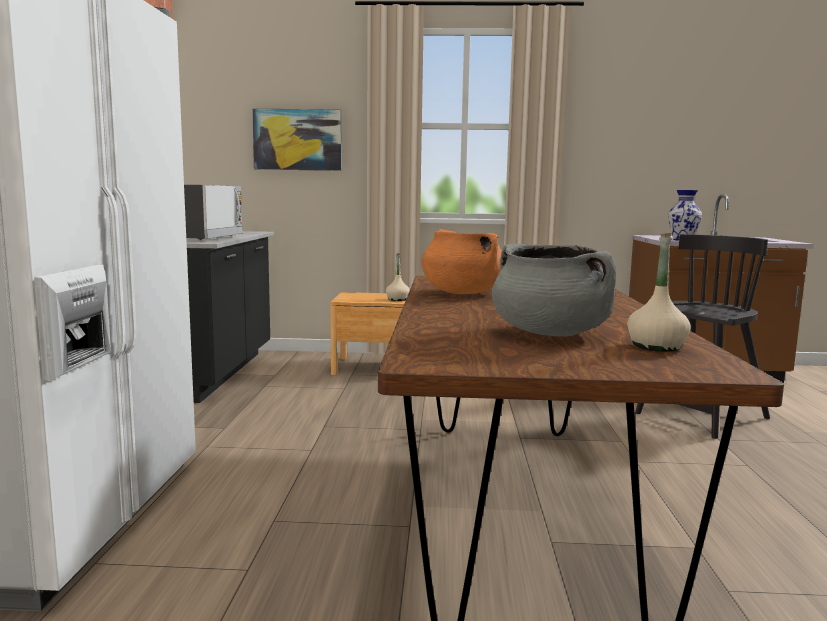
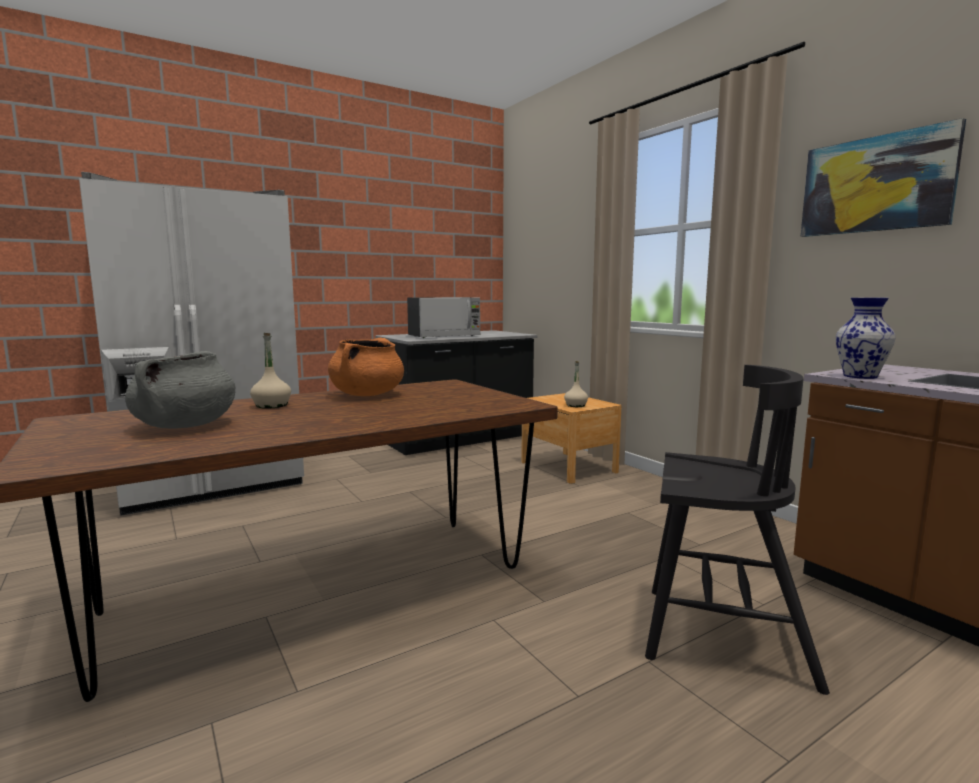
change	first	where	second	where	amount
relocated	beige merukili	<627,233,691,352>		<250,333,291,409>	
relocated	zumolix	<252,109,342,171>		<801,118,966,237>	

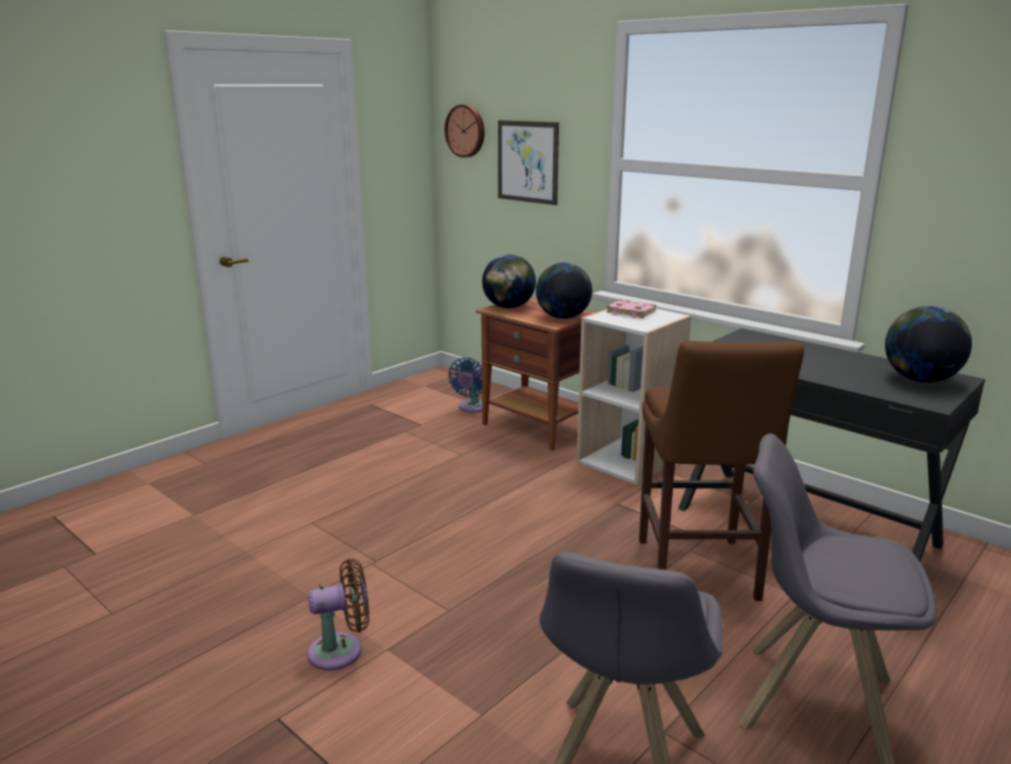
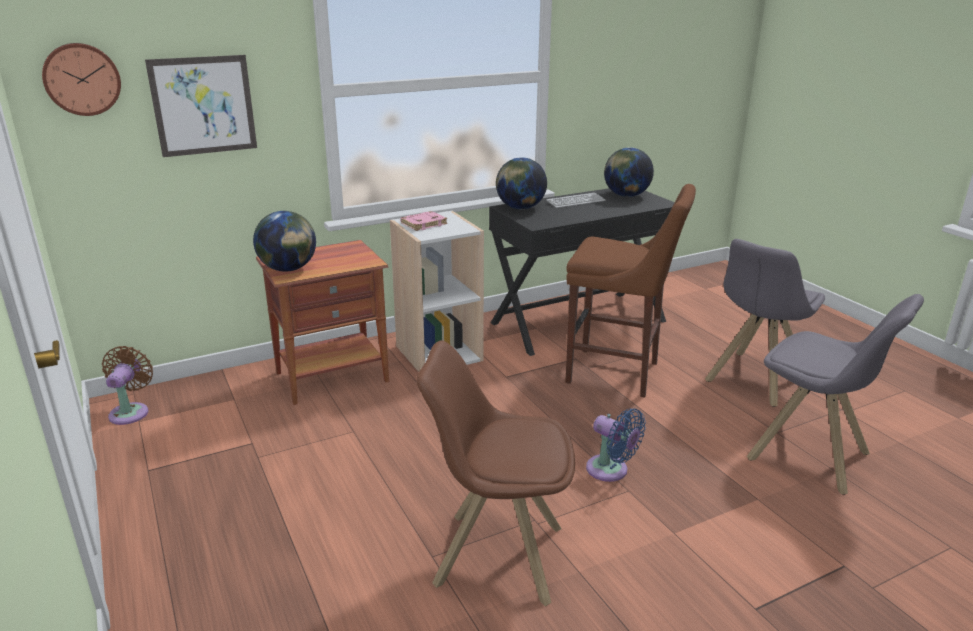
change	first	where	second	where	amount
relocated	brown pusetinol	<307,558,369,671>		<102,346,153,425>	
appeared			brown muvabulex	<416,341,575,606>	
relocated	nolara	<536,262,592,319>		<496,157,547,209>	
appeared			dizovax	<546,193,605,208>	
relocated	blue pusetinol	<448,358,482,412>		<586,408,646,482>	

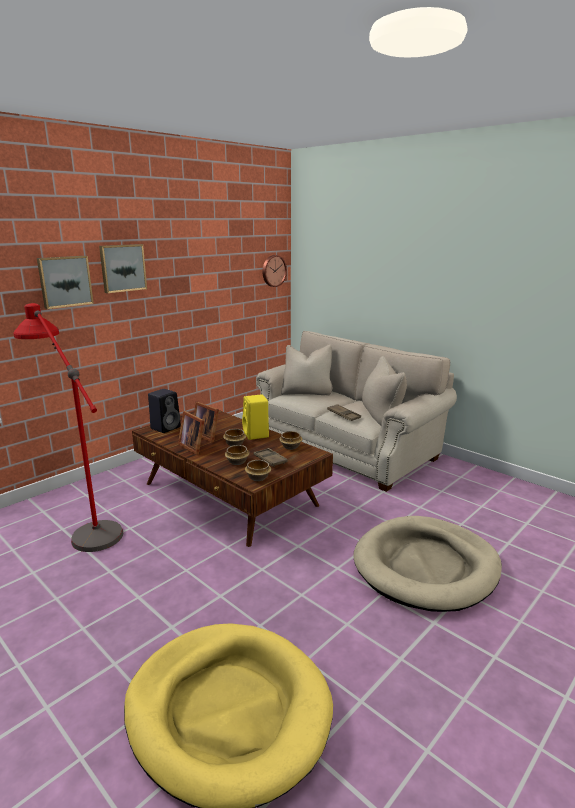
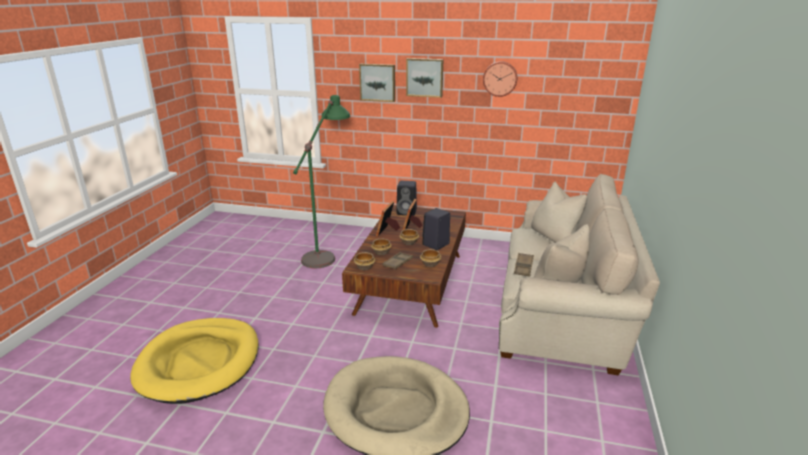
change	first	where	second	where	amount
colour	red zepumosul	<13,303,123,552>	green zepumosul	<293,95,350,268>	
colour	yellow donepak	<242,394,269,440>	black donepak	<422,208,450,250>	
relocated	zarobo	<262,255,287,287>		<483,61,517,97>	

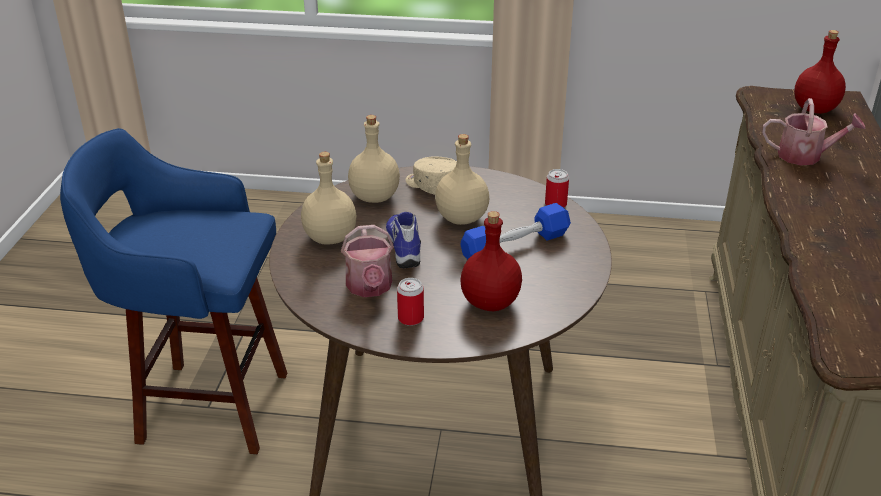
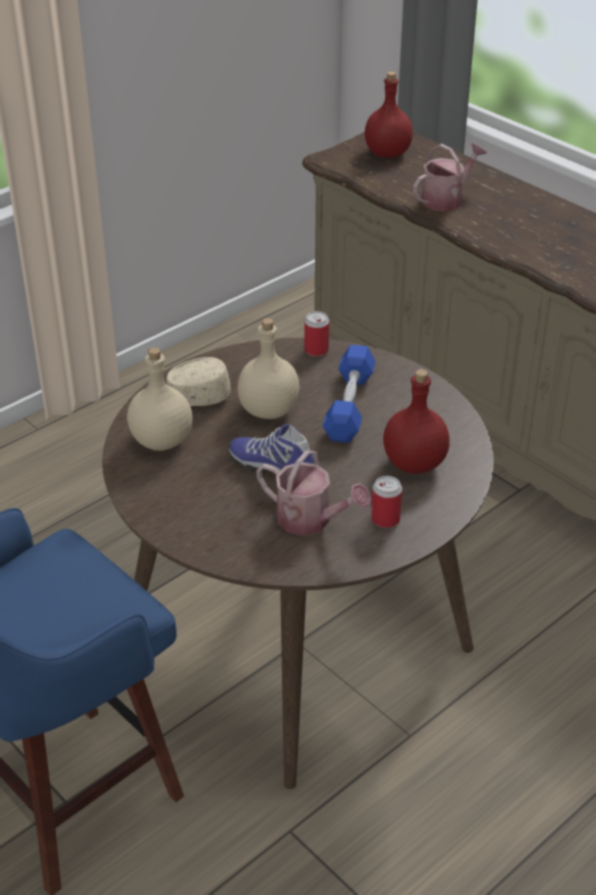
change	first	where	second	where	amount
missing	beige merukili	<301,152,357,245>			

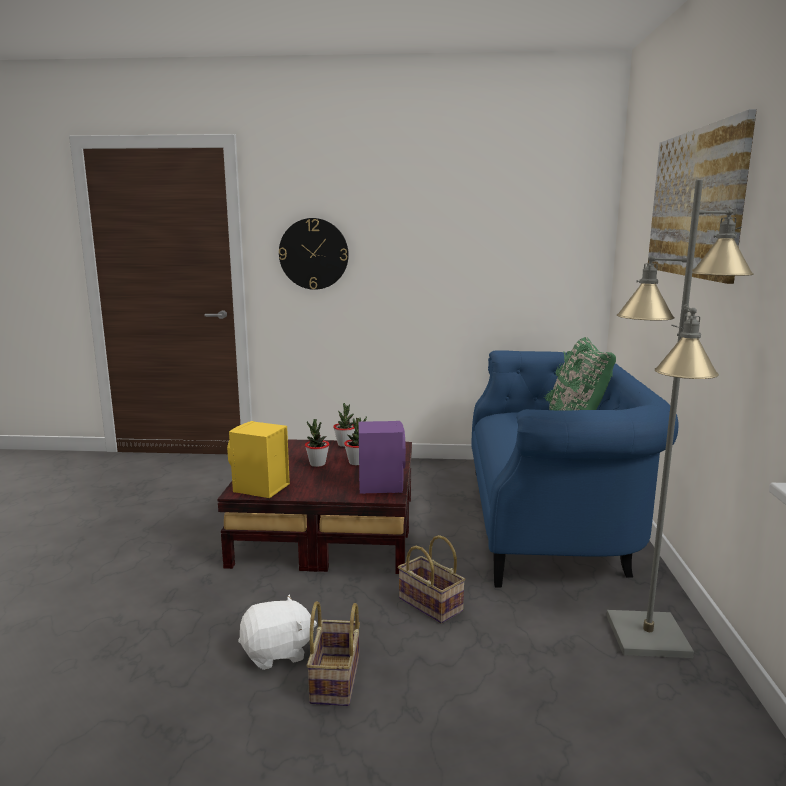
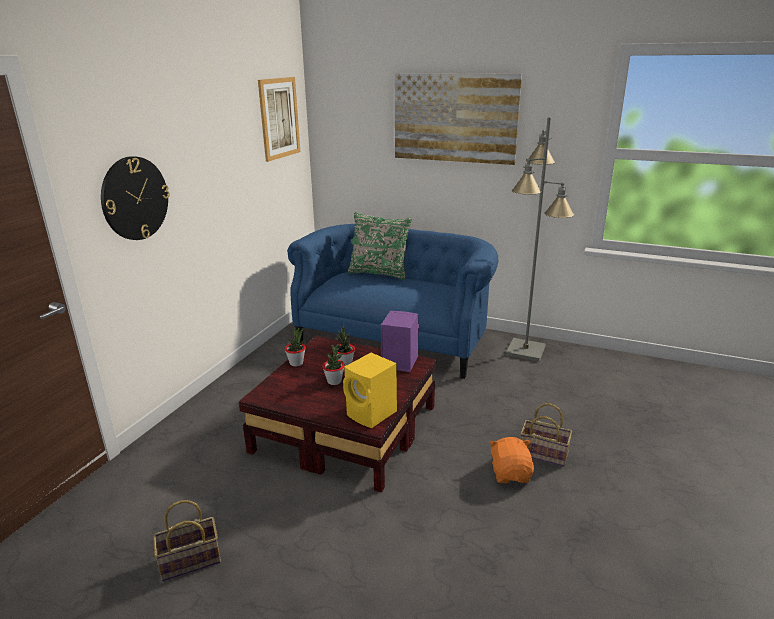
change	first	where	second	where	amount
relocated	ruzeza	<398,535,465,624>		<153,500,221,581>	
appeared			zumolix	<258,77,300,162>	
colour	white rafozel	<238,594,317,670>	orange rafozel	<489,437,534,483>	

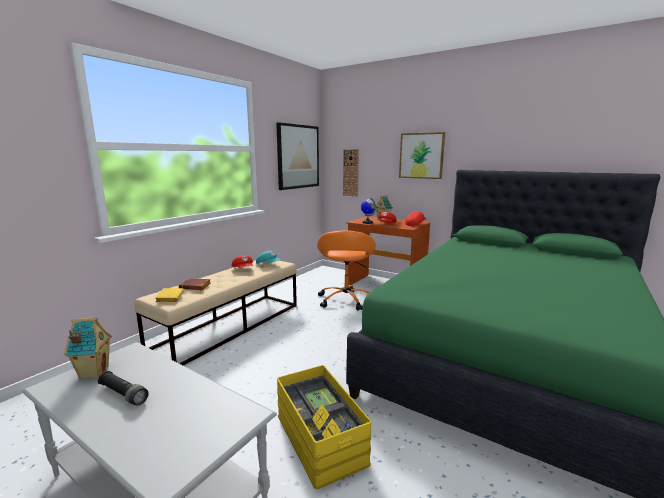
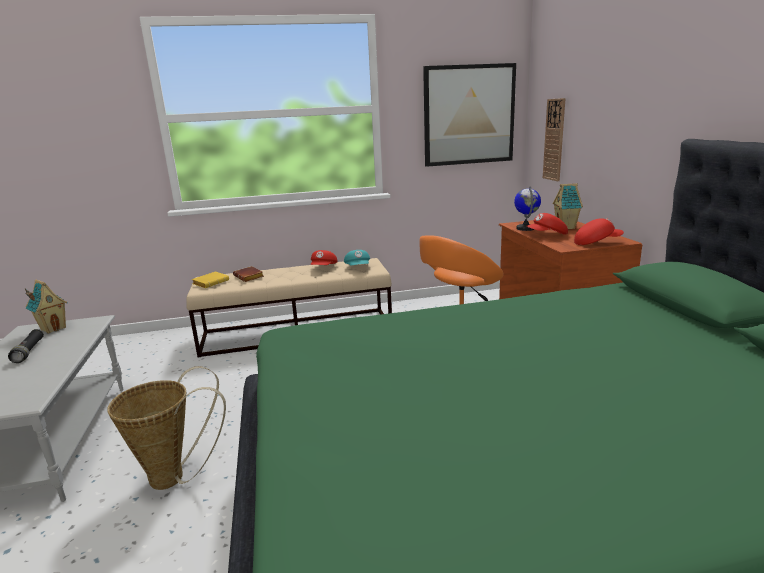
change	first	where	second	where	amount
exchanged	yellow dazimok	<277,365,371,489>	ruzeza	<107,366,226,490>	
missing	zumolix	<399,132,445,179>			

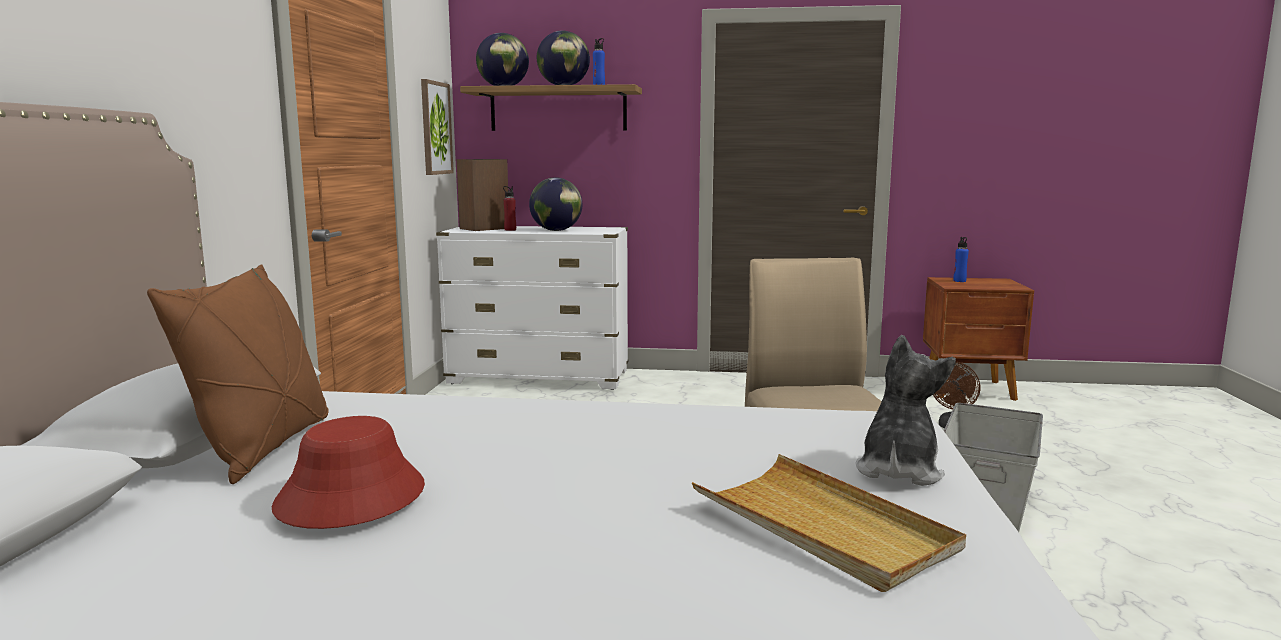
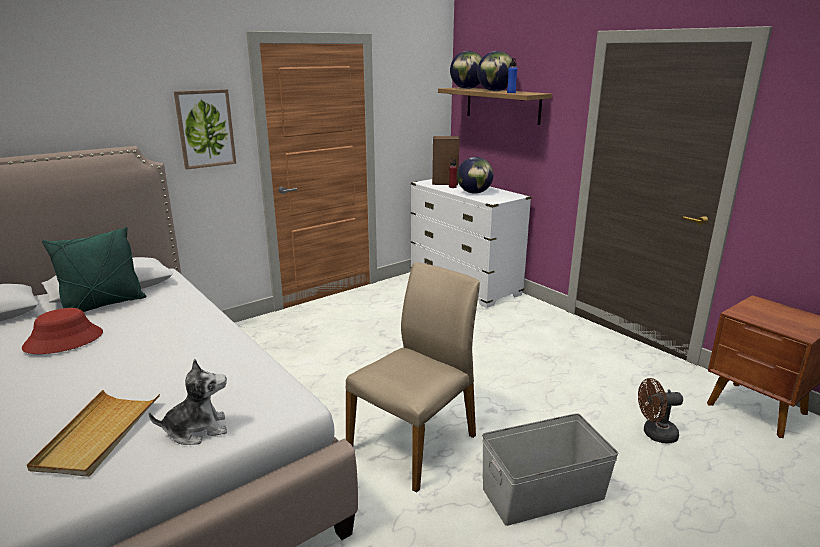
change	first	where	second	where	amount
colour	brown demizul	<147,264,329,484>	green demizul	<42,227,146,312>	
relocated	zumolix	<421,79,454,175>		<174,89,236,170>	
missing	blue merukili	<953,237,969,282>			

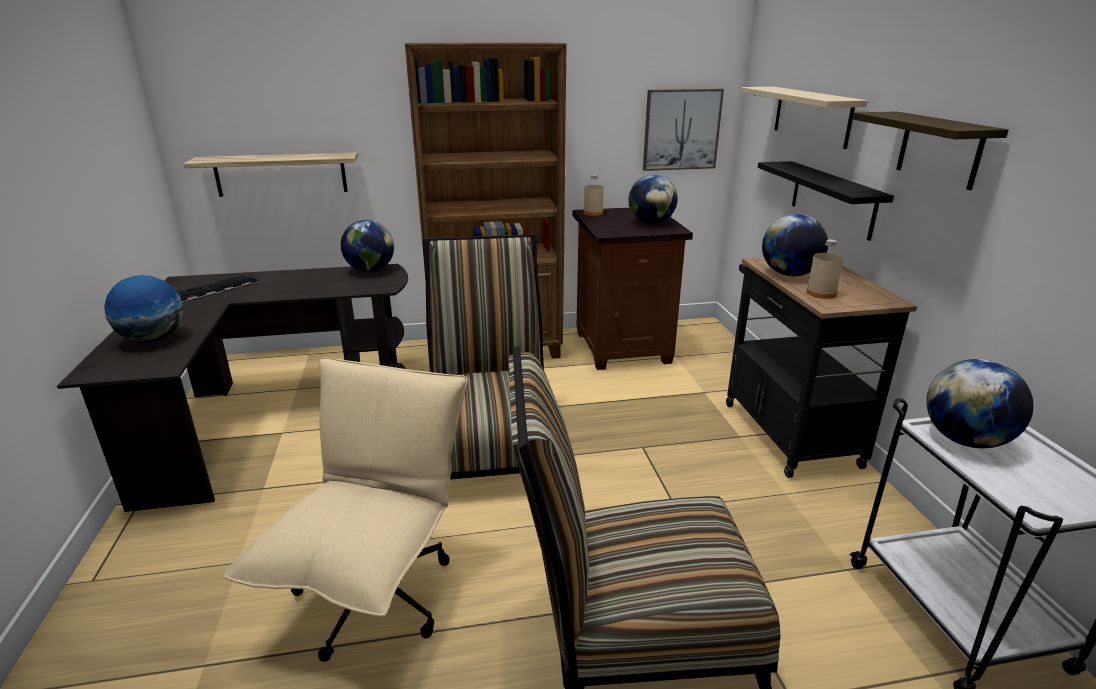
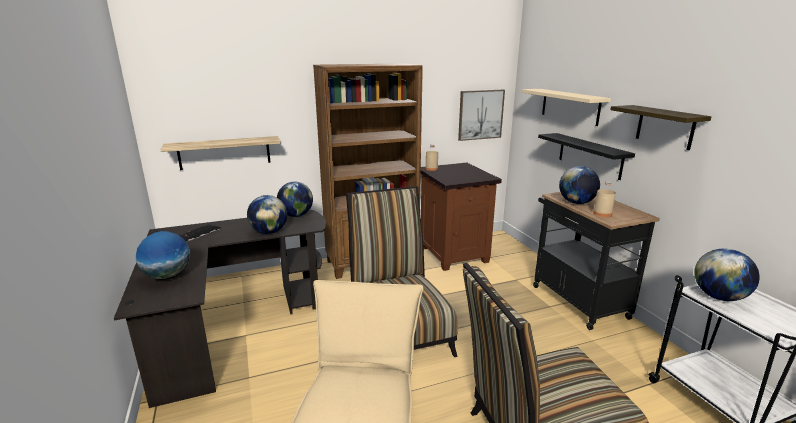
change	first	where	second	where	amount
relocated	nolara	<629,175,678,224>		<247,195,287,234>	

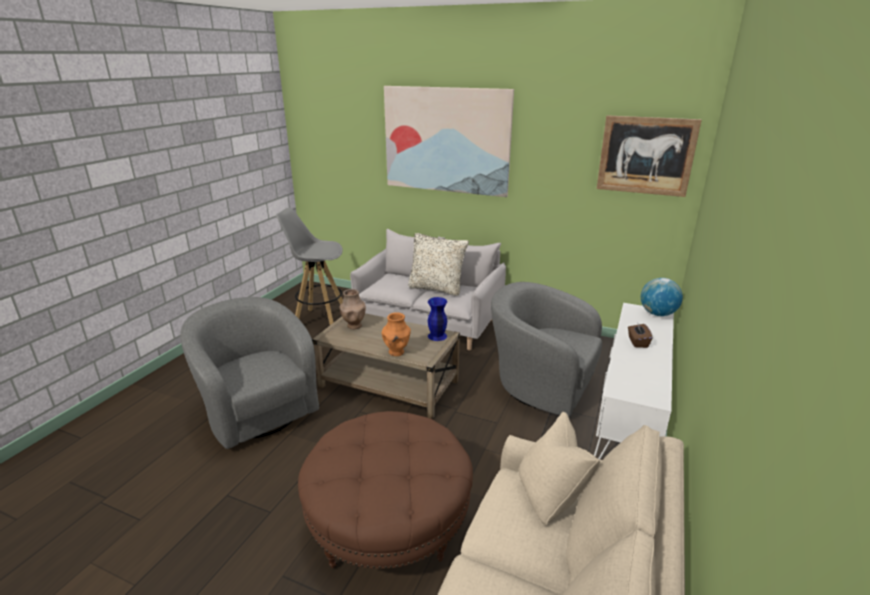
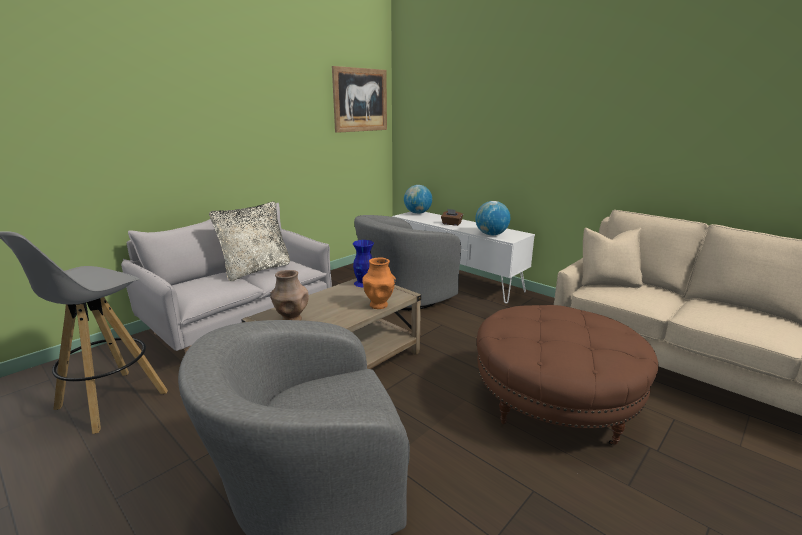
change	first	where	second	where	amount
appeared			nolara	<475,201,510,235>	
missing	zumolix	<384,86,514,197>			

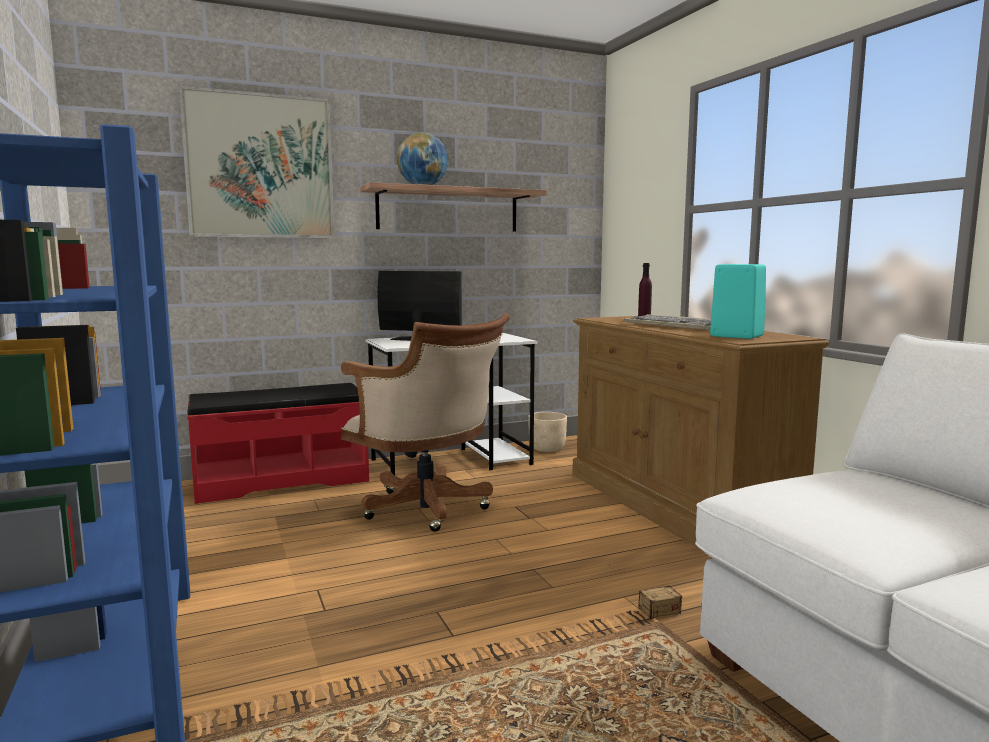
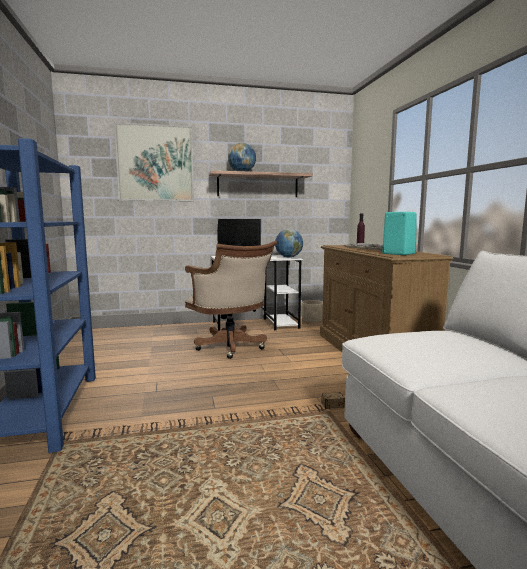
change	first	where	second	where	amount
appeared			nolara	<275,229,303,258>	
missing	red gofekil	<187,383,369,504>			

